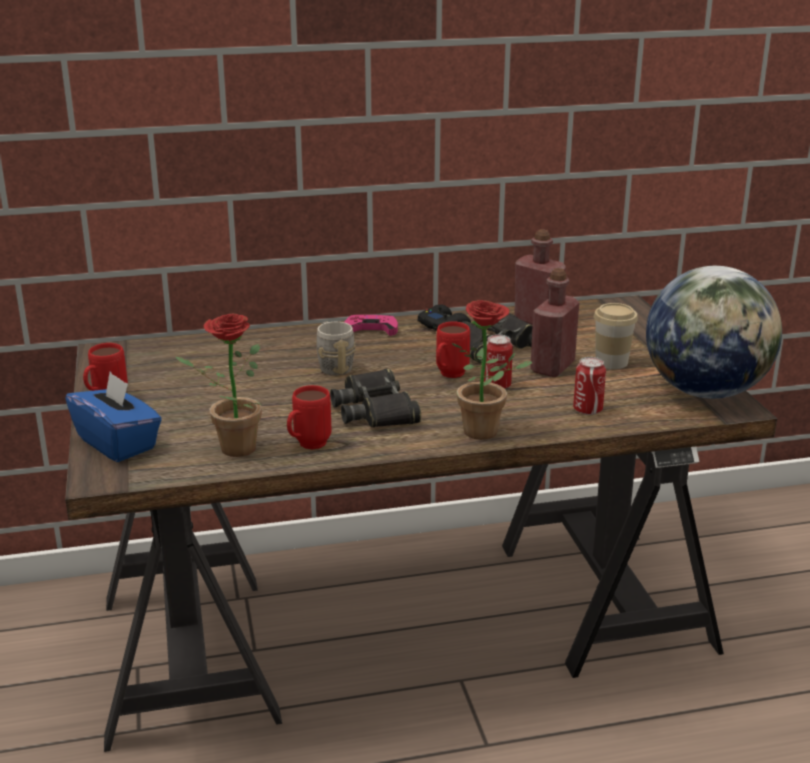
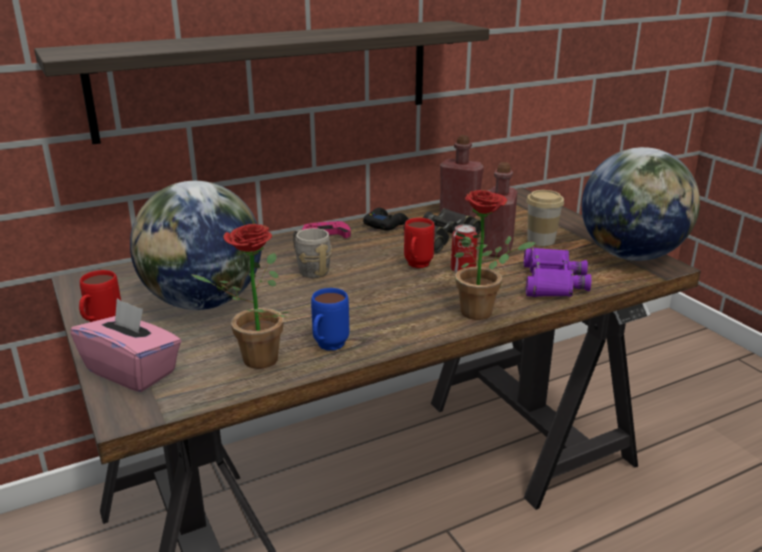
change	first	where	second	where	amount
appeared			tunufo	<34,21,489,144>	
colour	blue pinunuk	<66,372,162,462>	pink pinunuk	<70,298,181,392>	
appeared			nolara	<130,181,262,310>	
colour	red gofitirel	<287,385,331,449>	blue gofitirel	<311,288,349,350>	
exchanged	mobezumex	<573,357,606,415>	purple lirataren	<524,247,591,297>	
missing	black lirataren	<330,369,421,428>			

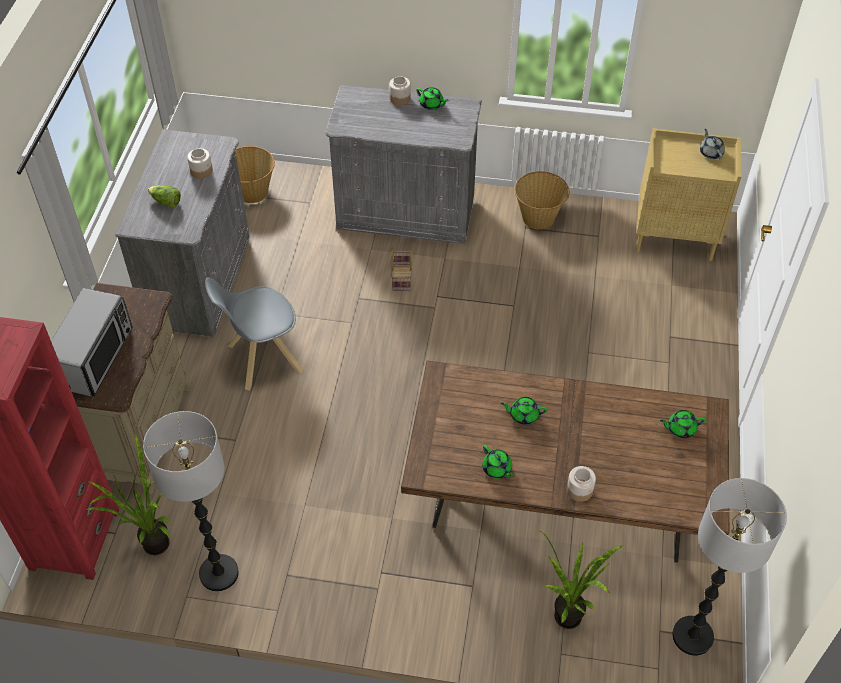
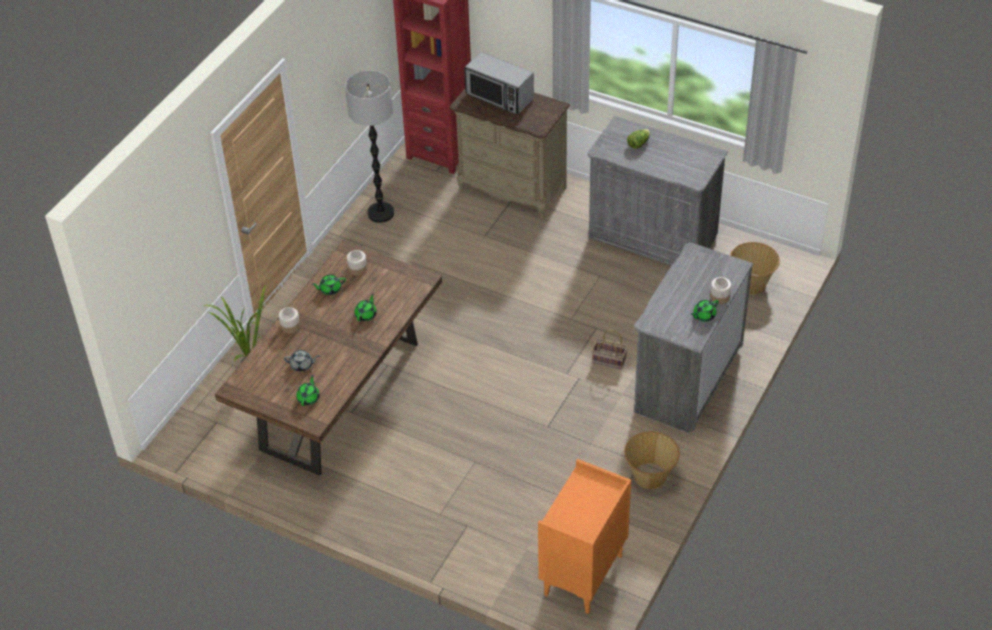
change	first	where	second	where	amount
relocated	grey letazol	<700,129,725,159>		<284,350,319,371>	
relocated	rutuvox	<187,148,213,179>		<347,250,367,276>	
colour	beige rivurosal	<636,128,741,261>	orange rivurosal	<538,459,631,614>	
missing	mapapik	<86,432,171,555>			
missing	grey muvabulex	<205,277,303,391>			
missing	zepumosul	<672,478,787,656>			

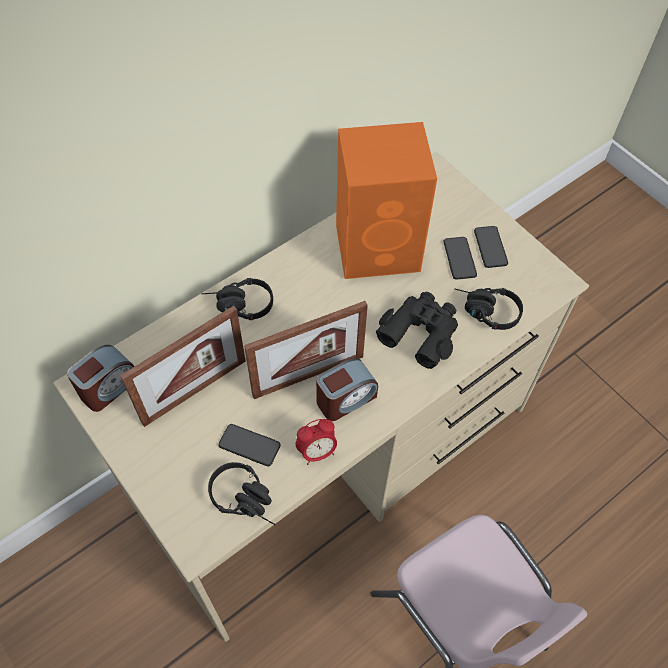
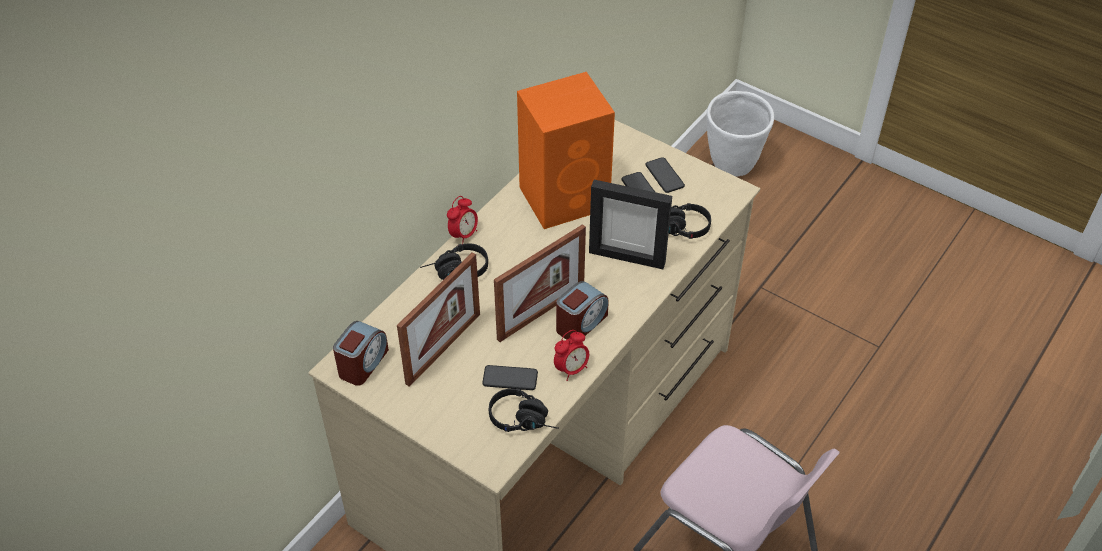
change	first	where	second	where	amount
appeared			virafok	<447,196,478,244>	
exchanged	black lirataren	<376,292,458,369>	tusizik	<589,180,672,269>	
appeared			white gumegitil	<707,91,774,177>	

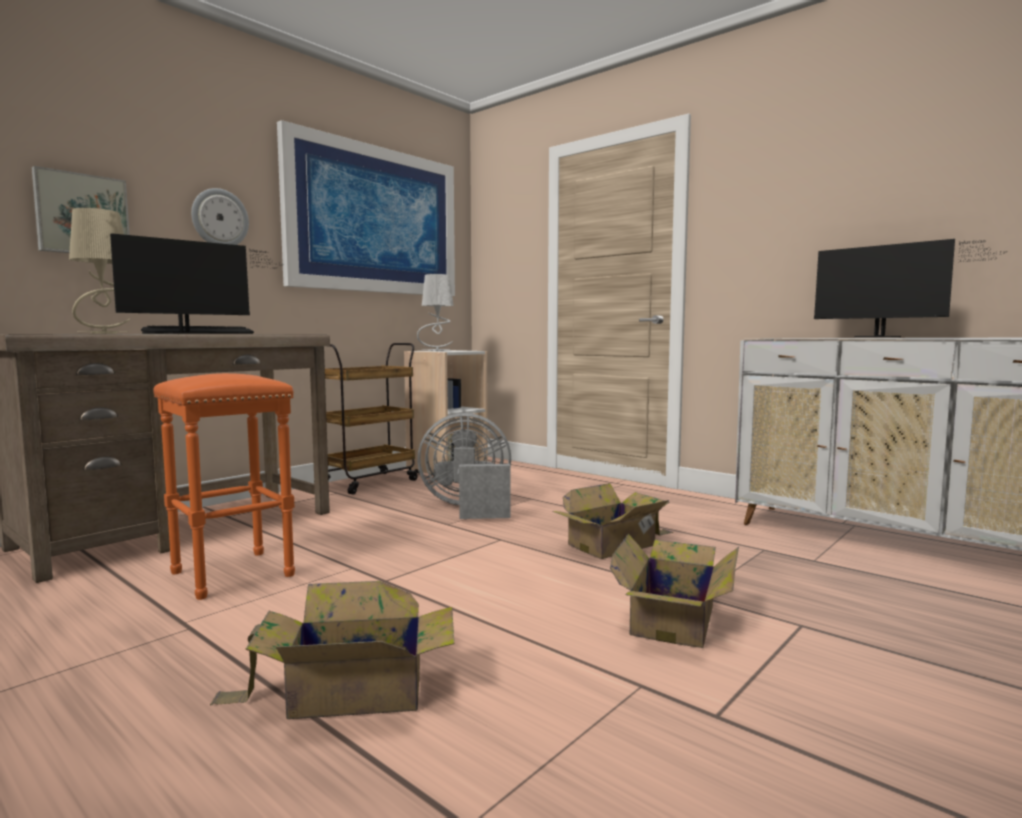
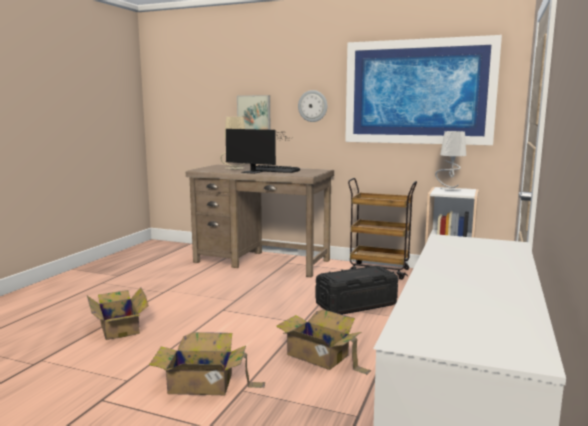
change	first	where	second	where	amount
exchanged	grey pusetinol	<417,413,511,519>	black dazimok	<316,266,398,315>	
missing	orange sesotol	<153,373,295,600>			
missing	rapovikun	<814,239,1005,338>			

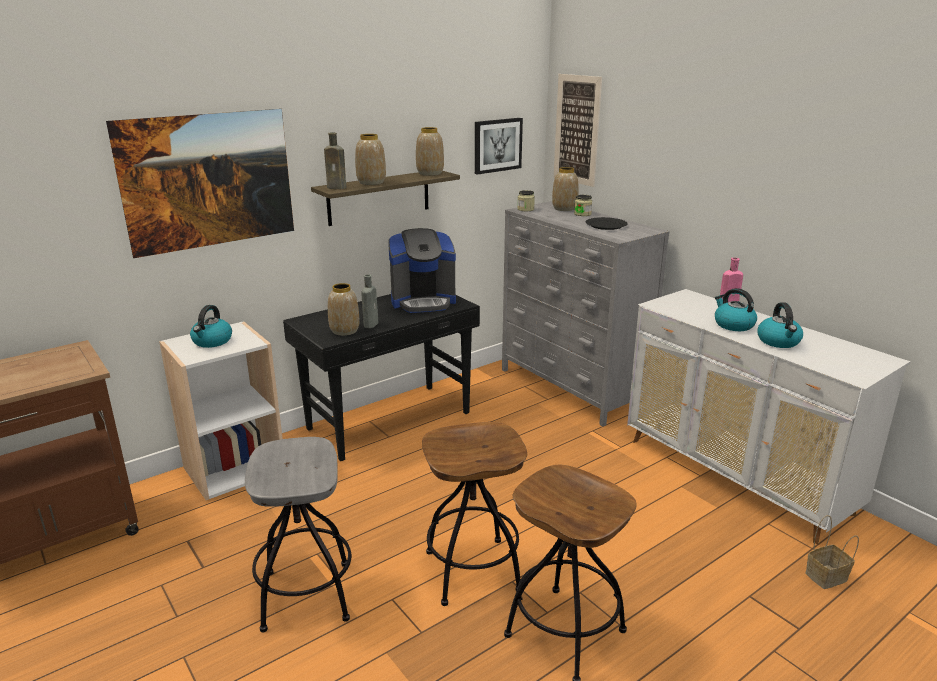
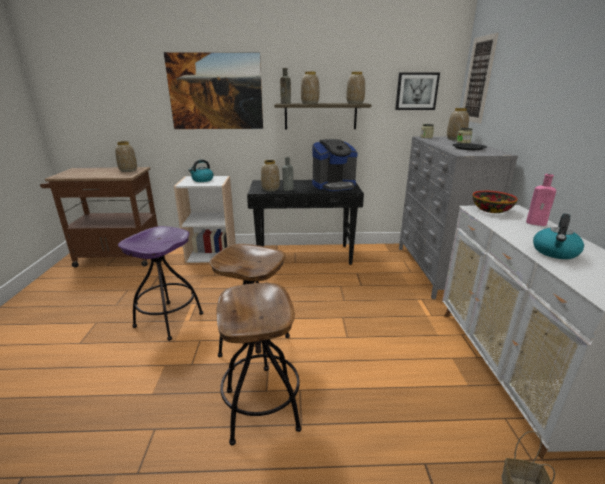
change	first	where	second	where	amount
appeared			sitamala	<115,141,137,172>	
colour	grey sesotol	<245,437,352,632>	purple sesotol	<118,226,203,341>	
spun	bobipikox	<388,228,456,313>		<312,139,358,191>	45 degrees counterclockwise
appeared			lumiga	<473,191,518,213>	
missing	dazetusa	<715,288,757,331>			

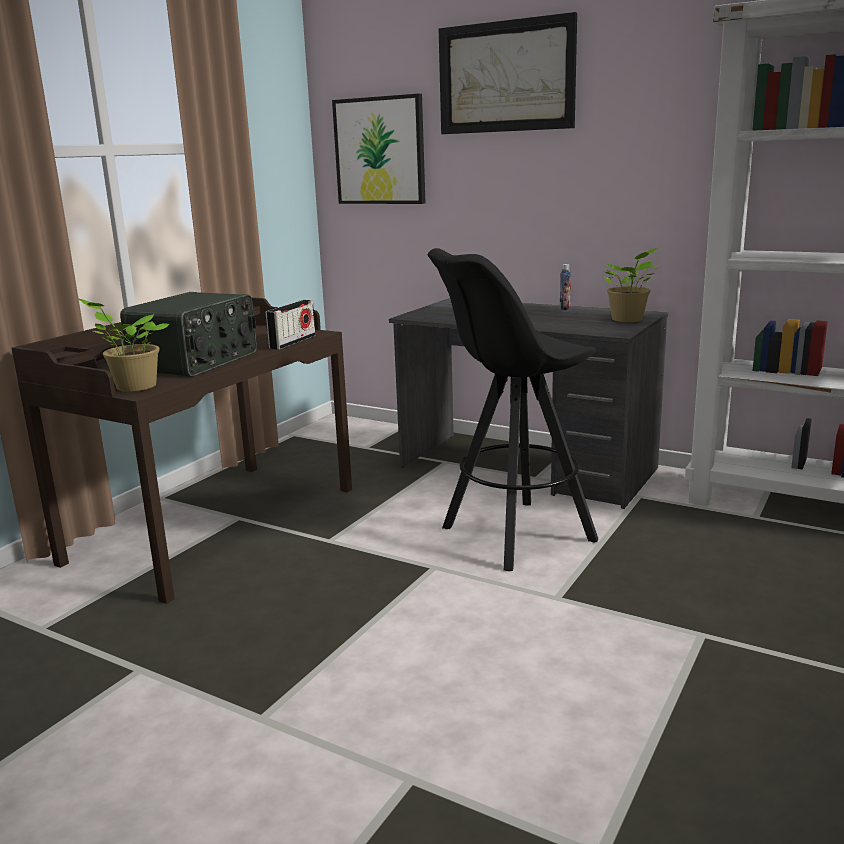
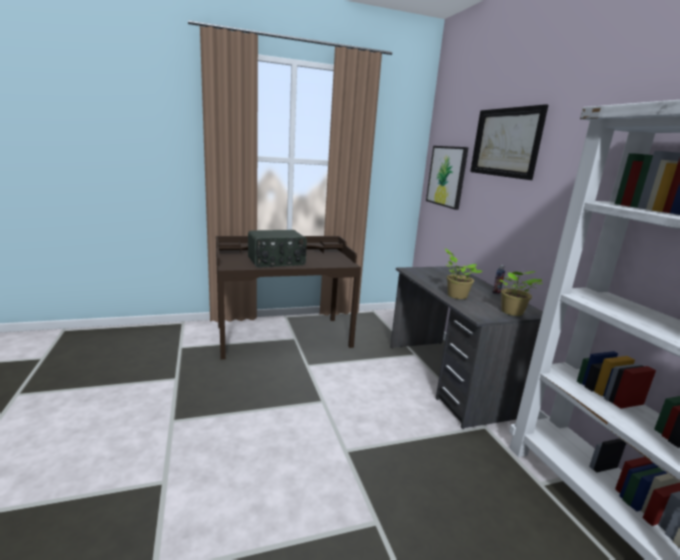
change	first	where	second	where	amount
relocated	mapapik	<78,299,169,392>		<445,248,483,299>	
missing	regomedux	<266,300,316,350>			
missing	black sesotol	<427,248,598,571>			

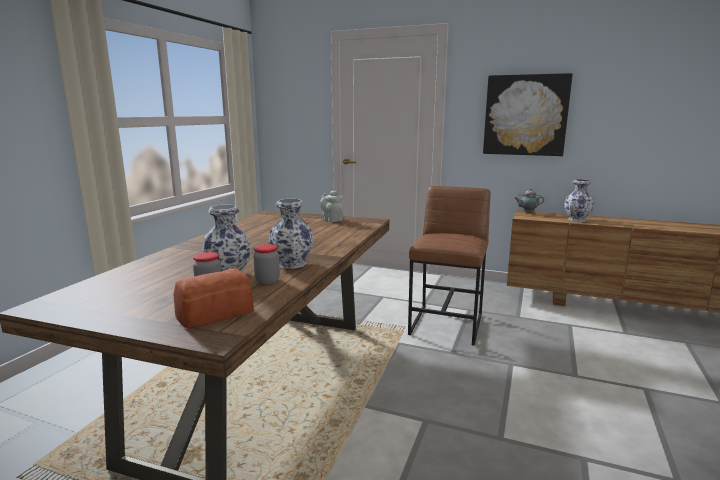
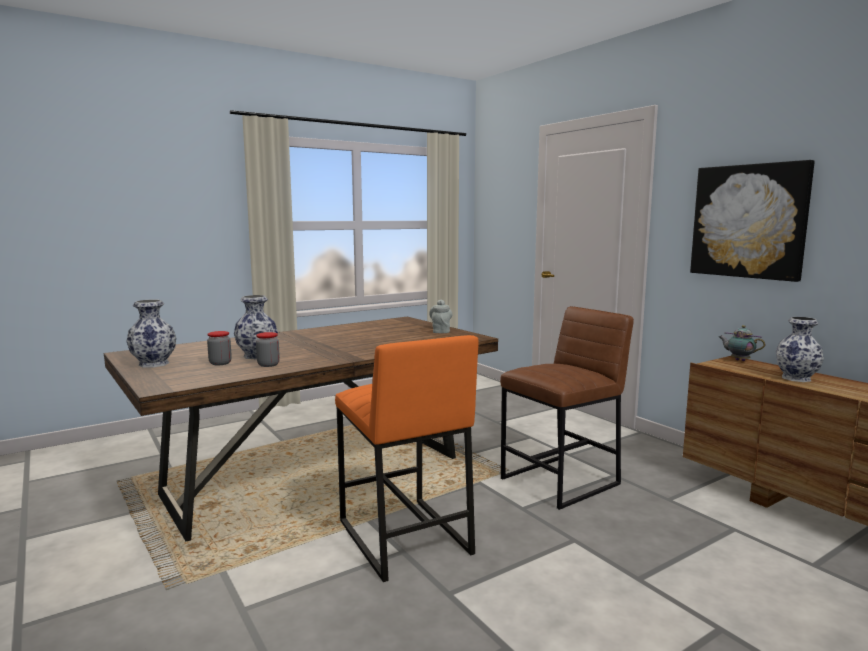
change	first	where	second	where	amount
relocated	sitamala	<268,199,314,269>		<126,300,176,368>	
appeared			orange sesotol	<335,335,479,582>	
missing	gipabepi	<174,268,254,329>			

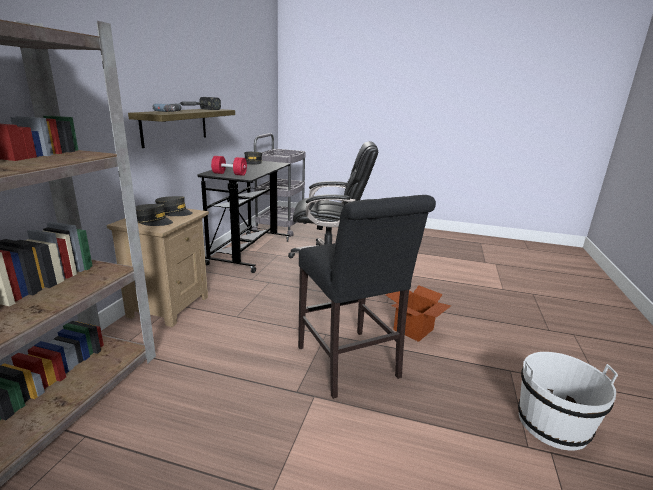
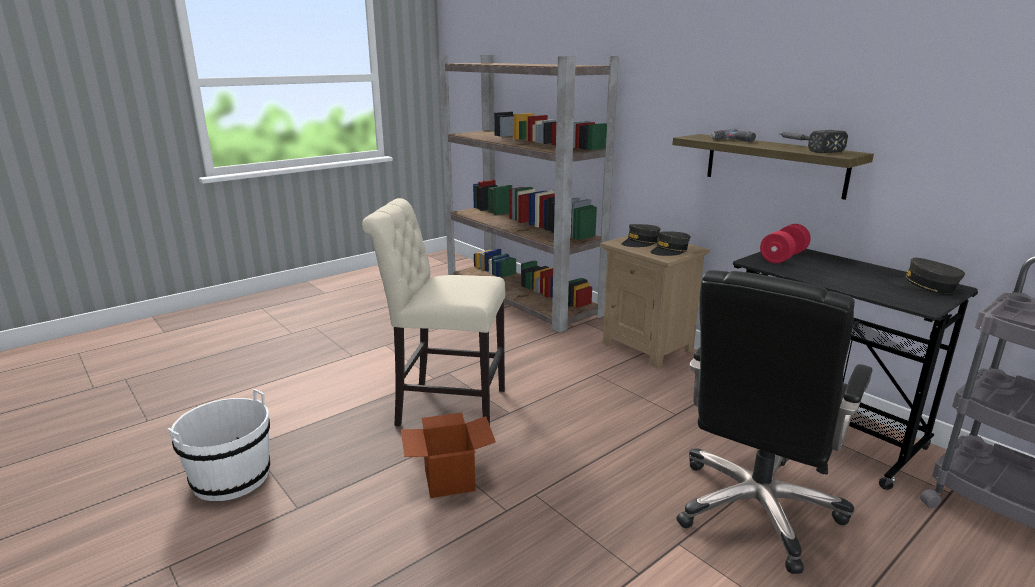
change	first	where	second	where	amount
colour	black sesotol	<298,195,436,399>	beige sesotol	<362,198,505,426>	

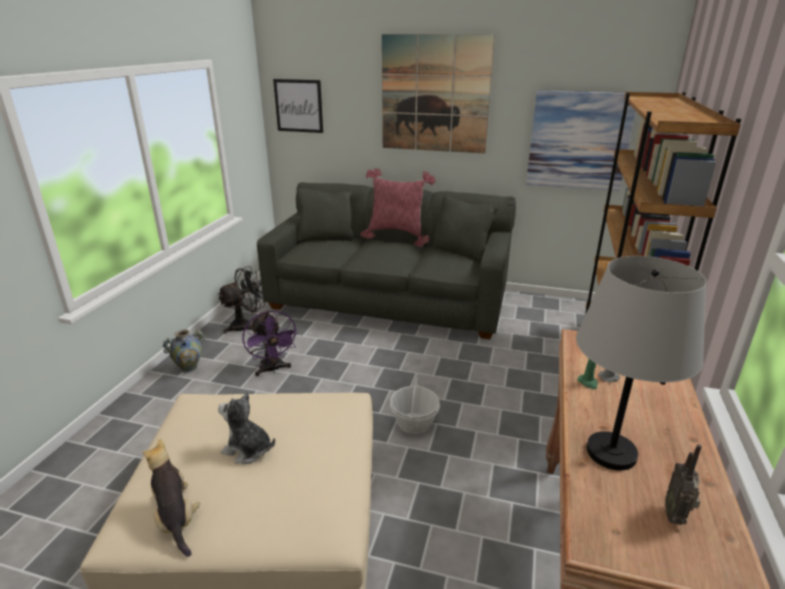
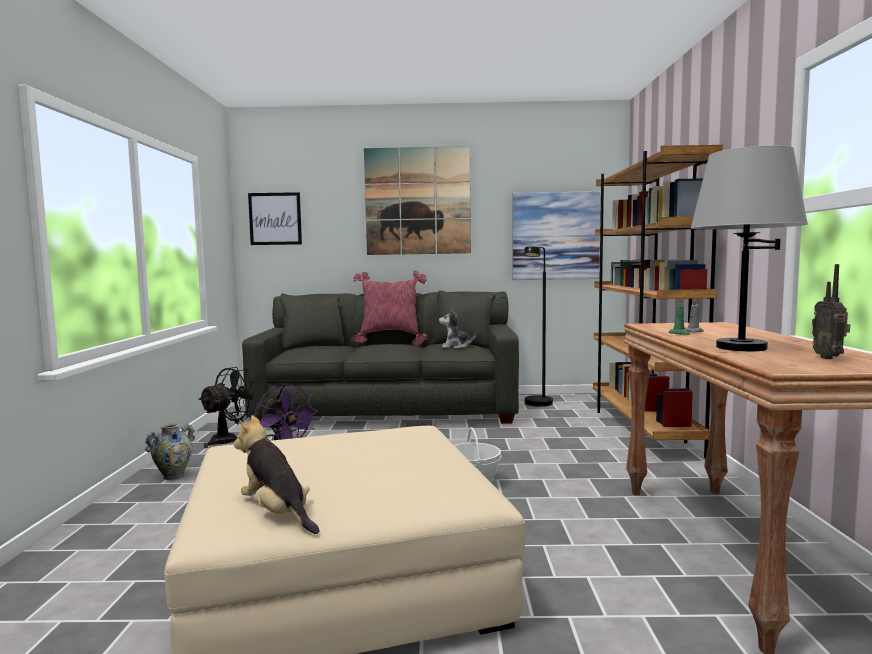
change	first	where	second	where	amount
relocated	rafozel	<218,392,275,464>		<439,308,476,349>	
appeared			black zepumosul	<524,246,553,407>	

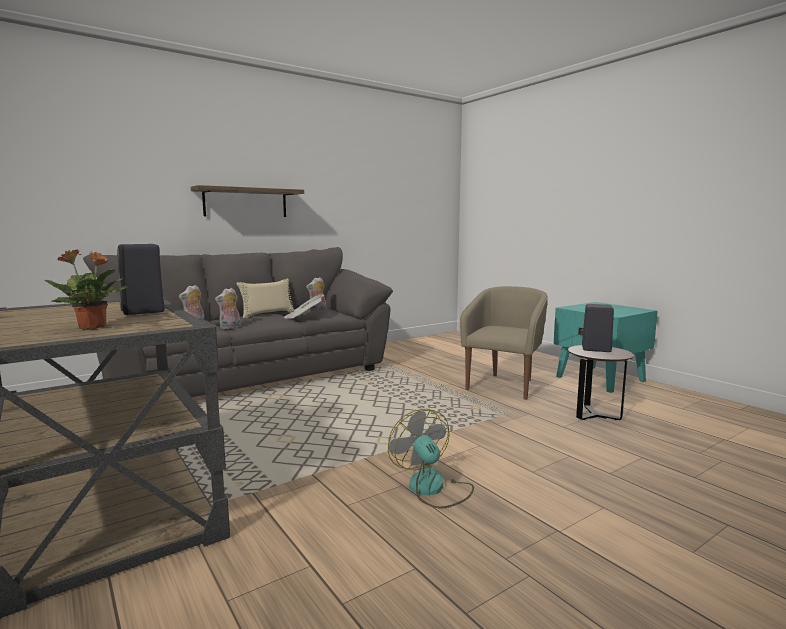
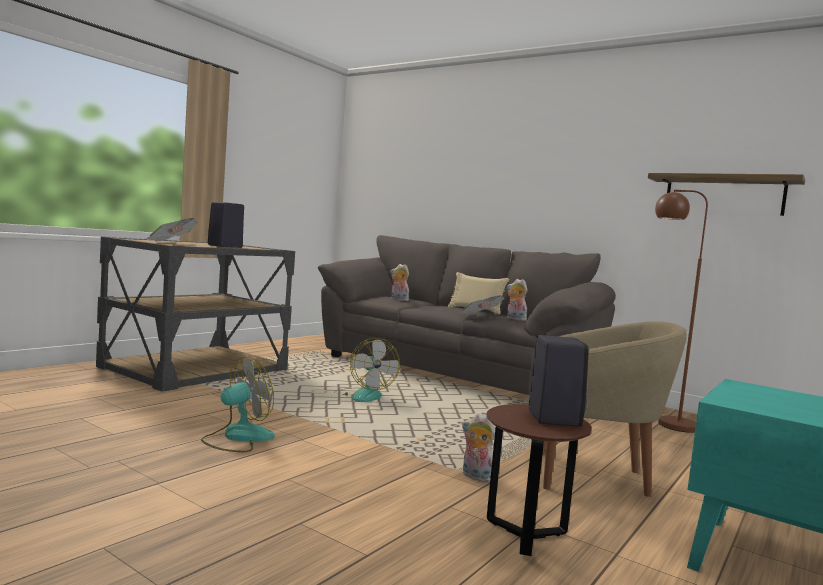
change	first	where	second	where	amount
exchanged	mapapik	<44,249,128,330>	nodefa	<147,218,198,242>	
appeared			pusetinol	<335,338,400,402>	
relocated	rafozel	<215,288,240,329>		<462,413,495,482>	
relocated	tunufo	<191,185,304,217>		<648,173,805,216>	
appeared			brown zepumosul	<655,190,708,433>	

